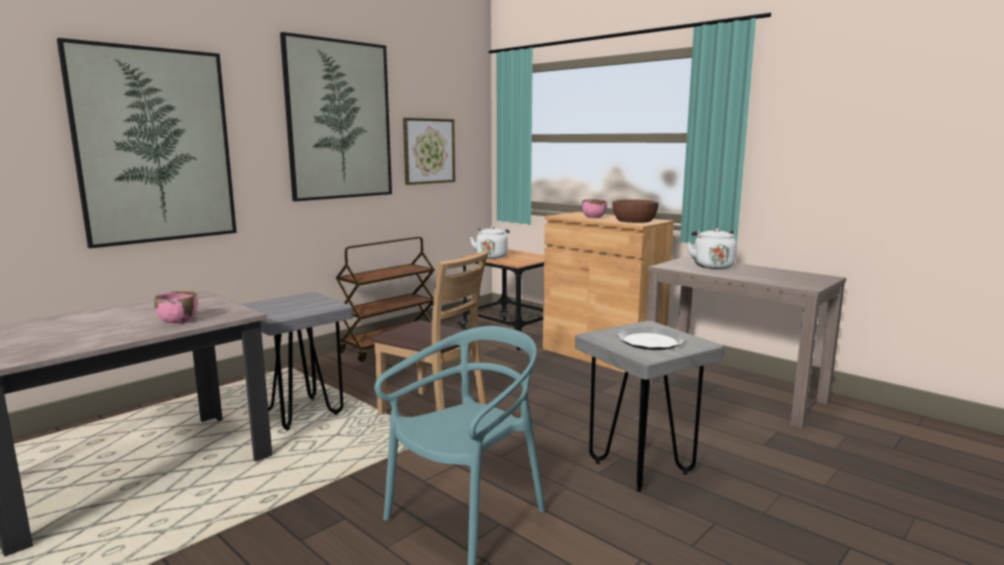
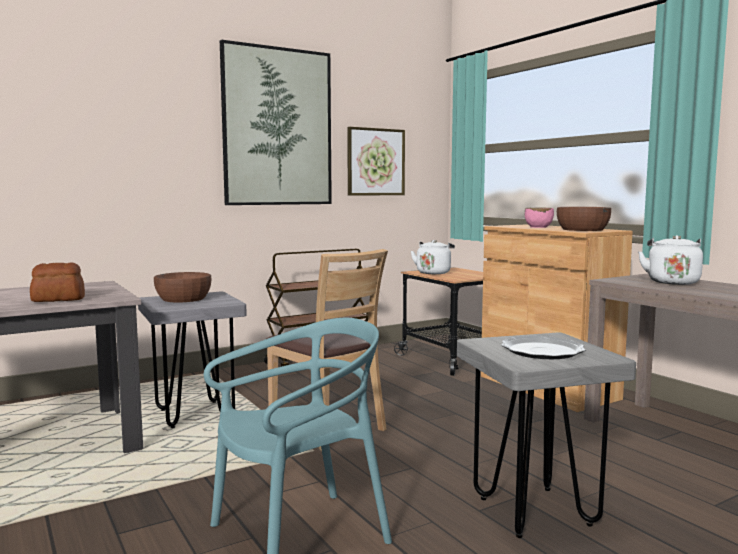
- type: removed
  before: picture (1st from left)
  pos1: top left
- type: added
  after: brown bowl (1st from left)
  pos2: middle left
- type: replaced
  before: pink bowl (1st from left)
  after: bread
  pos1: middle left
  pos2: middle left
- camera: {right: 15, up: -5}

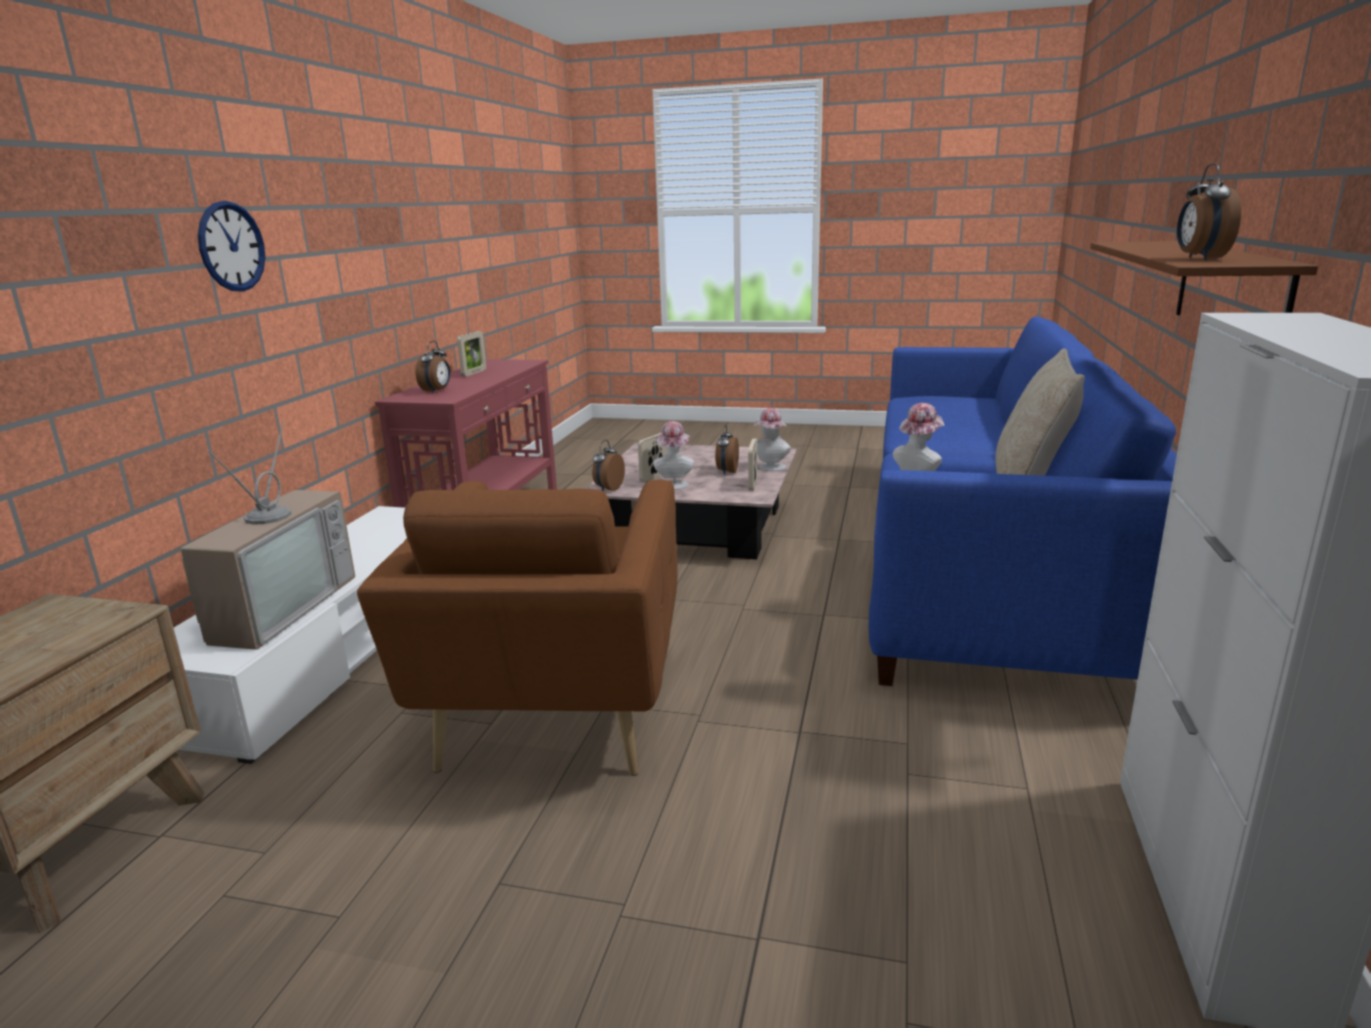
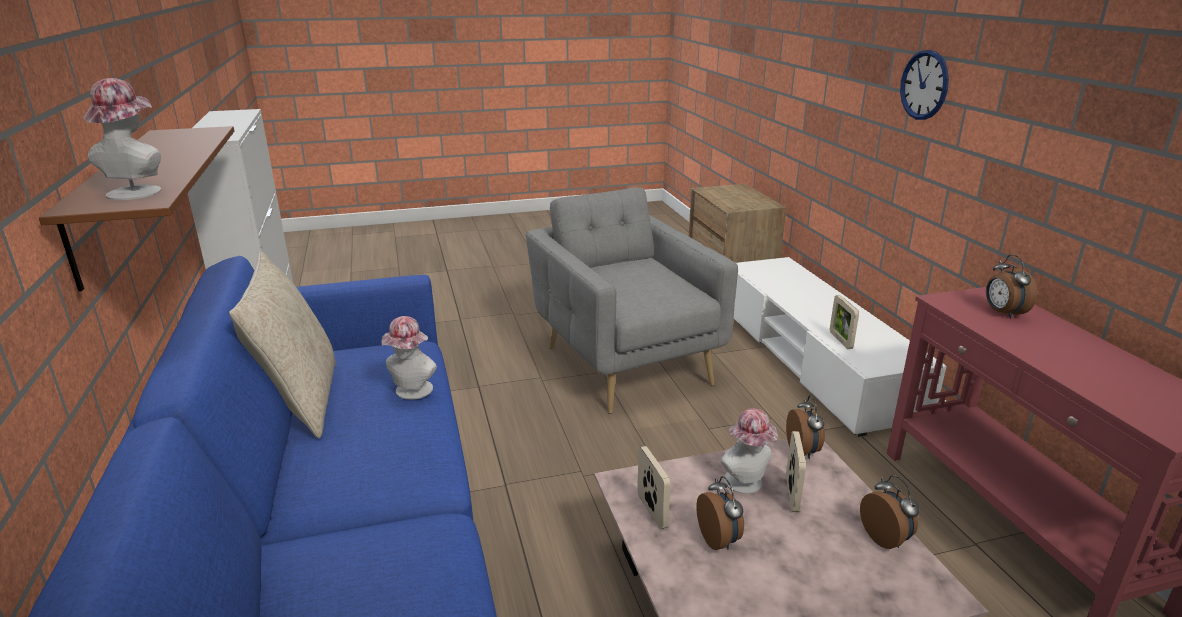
- type: removed
  before: television
  pos1: middle left
- type: moved
  before: picture frame (1st from left in the first image)
  after: picture frame (3rd from left)
  pos1: centre
  pos2: middle right
- type: moved
  before: hat (2nd from left in the first image)
  after: hat (1st from left)
  pos1: centre
  pos2: top left
- type: moved
  before: alarm clock (4th from left in the first image)
  after: alarm clock (3rd from left)
  pos1: top right
  pos2: bottom right
- type: recoloured
  before: brown armchair
  after: grey armchair
  pos1: centre
  pos2: centre
- camera: {right: 150, up: 5}

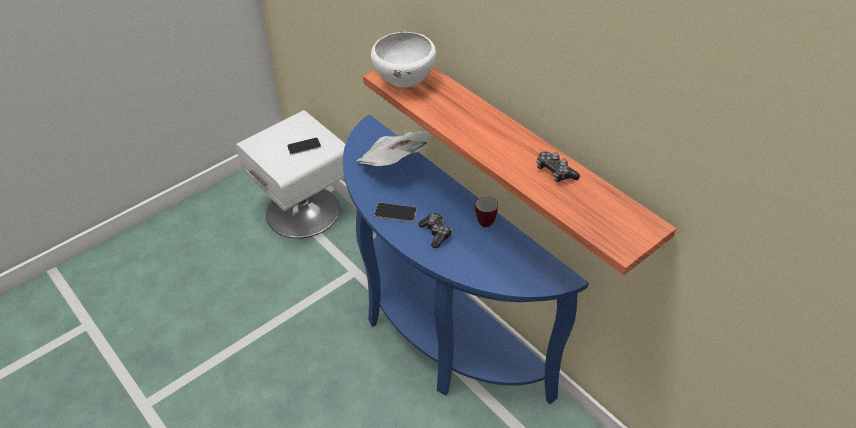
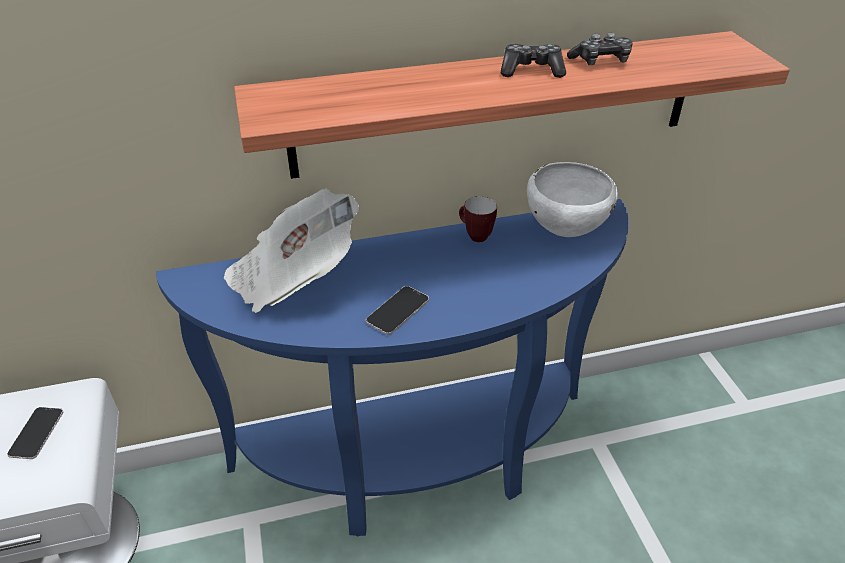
- type: moved
  before: white bowl
  pos1: top centre
  pos2: middle right
- type: moved
  before: game controller (1st from left)
  pos1: centre
  pos2: top centre
- camera: {right: -65, up: -5}

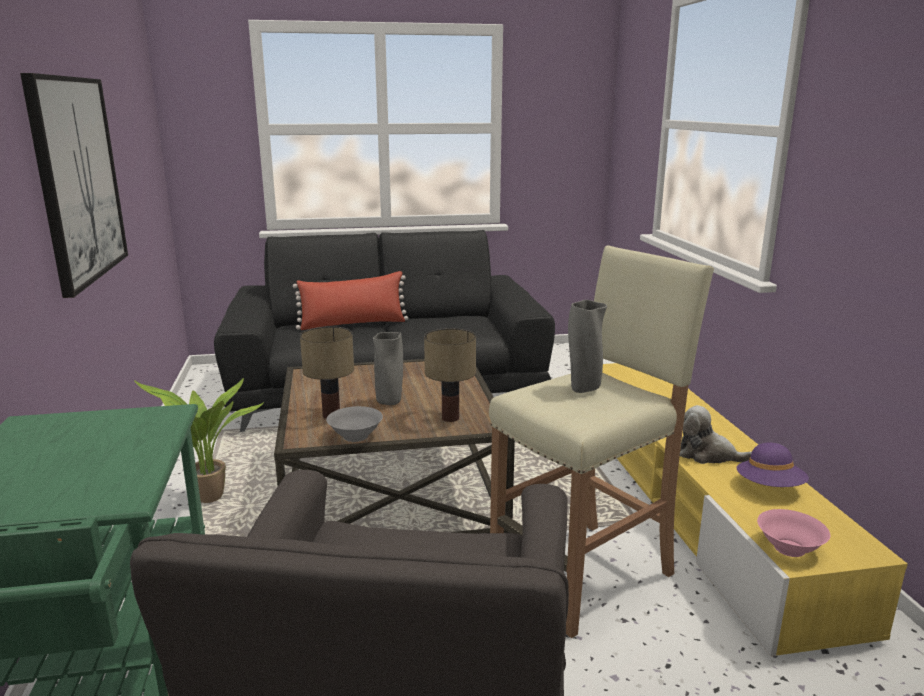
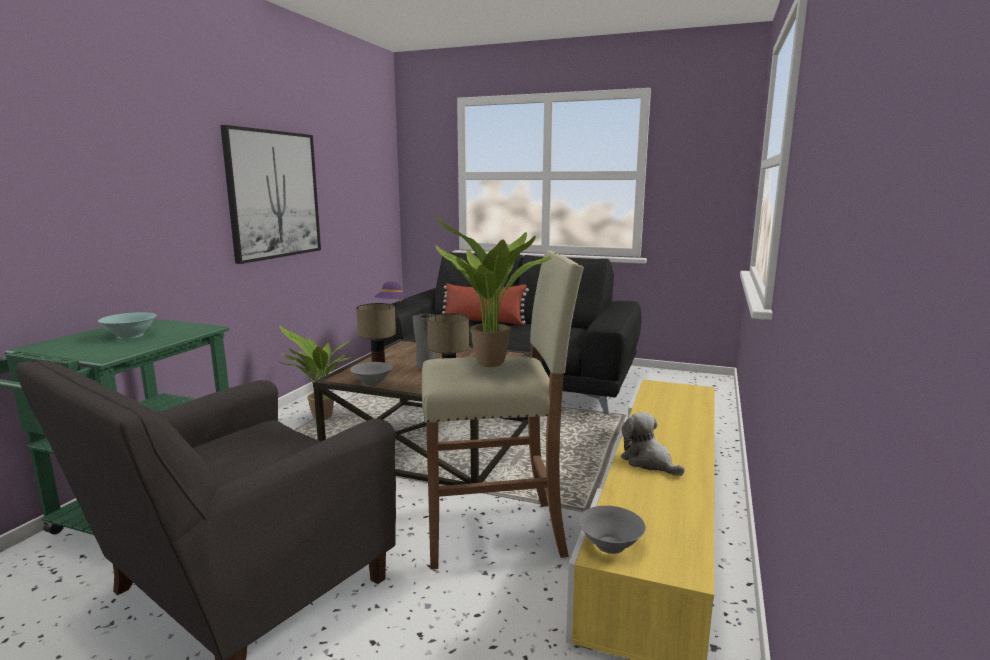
- type: added
  after: turquoise bowl
  pos2: middle left
- type: moved
  before: purple hat
  pos1: bottom right
  pos2: centre
- type: replaced
  before: grey vase (2nd from left)
  after: potted plant (2nd from left)
  pos1: centre
  pos2: centre
- type: recoloured
  before: pink bowl
  after: grey bowl (2nd from left)
  pos1: bottom right
  pos2: bottom centre
- camera: {right: 30, up: -5}

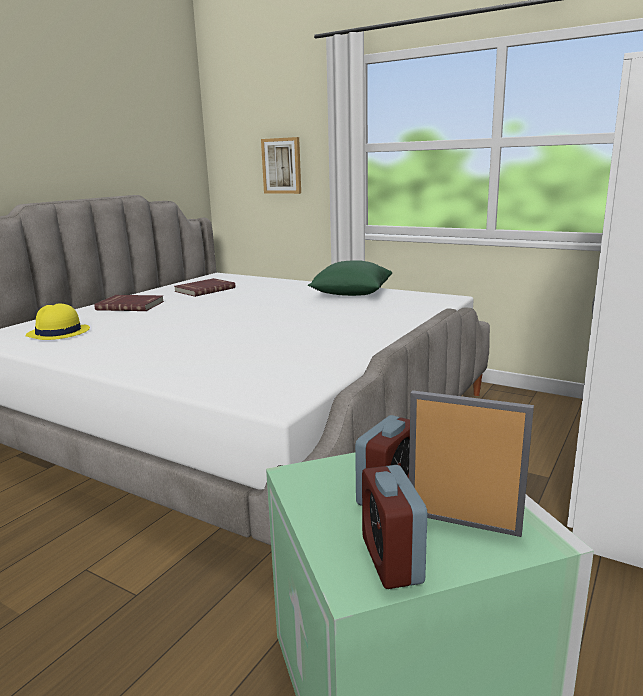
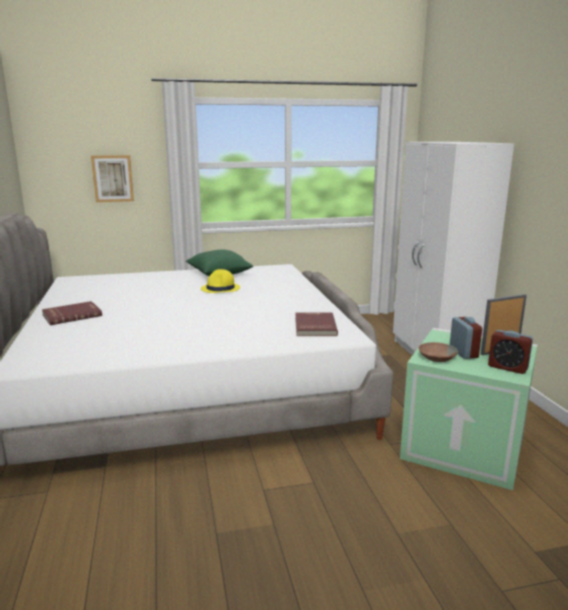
- type: added
  after: brown bowl
  pos2: middle right
- type: moved
  before: yellow hat
  pos1: middle left
  pos2: centre
- type: moved
  before: red book (2nd from left)
  pos1: middle left
  pos2: centre
- camera: {right: -45, up: 0}

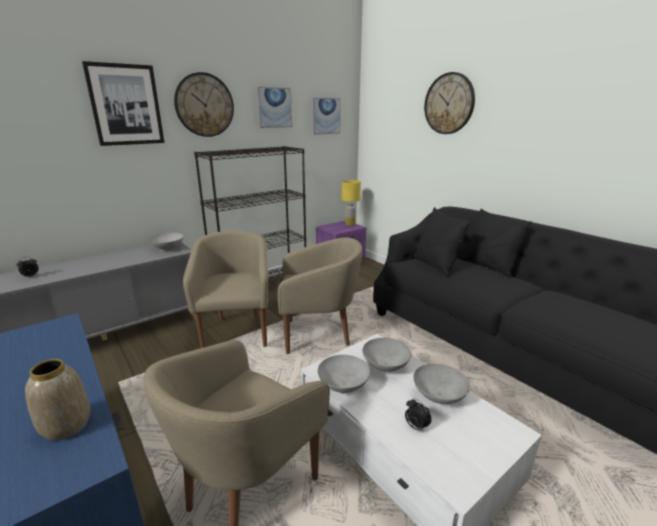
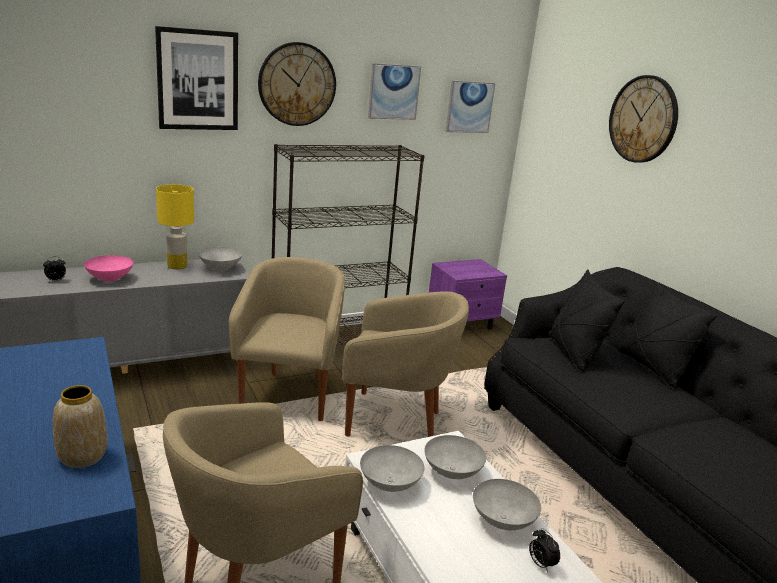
- type: added
  after: pink bowl
  pos2: middle left
- type: moved
  before: yellow table lamp
  pos1: centre
  pos2: middle left
- type: moved
  before: alarm clock (2nd from left)
  pos1: bottom centre
  pos2: bottom right
- camera: {right: 10, up: 0}

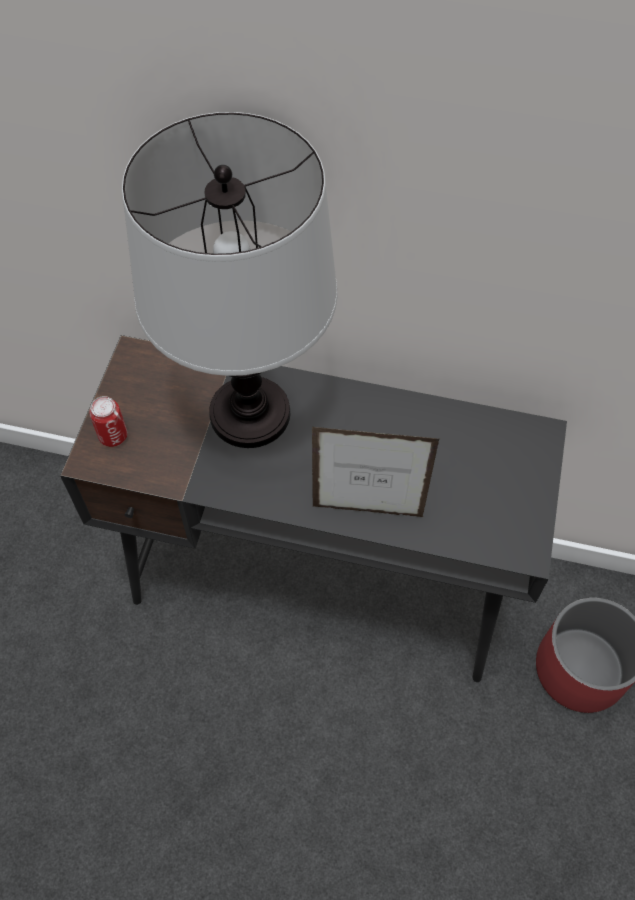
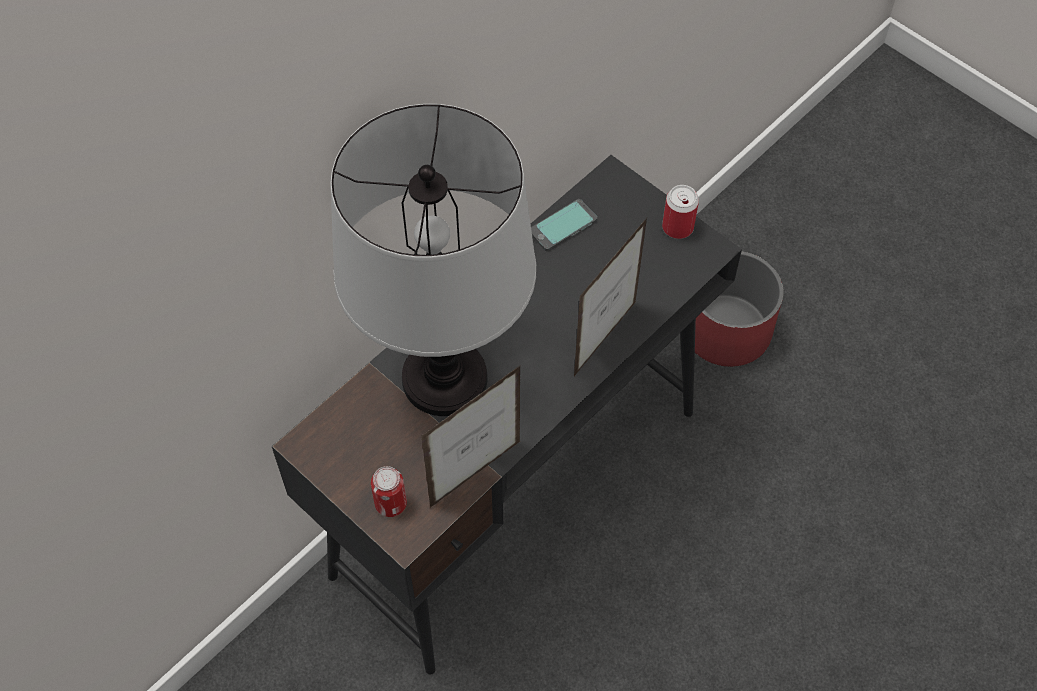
- type: added
  after: picture frame (1st from left)
  pos2: centre
- type: added
  after: phone
  pos2: top centre
- type: added
  after: can (2nd from left)
  pos2: top centre
- camera: {right: -60, up: 0}

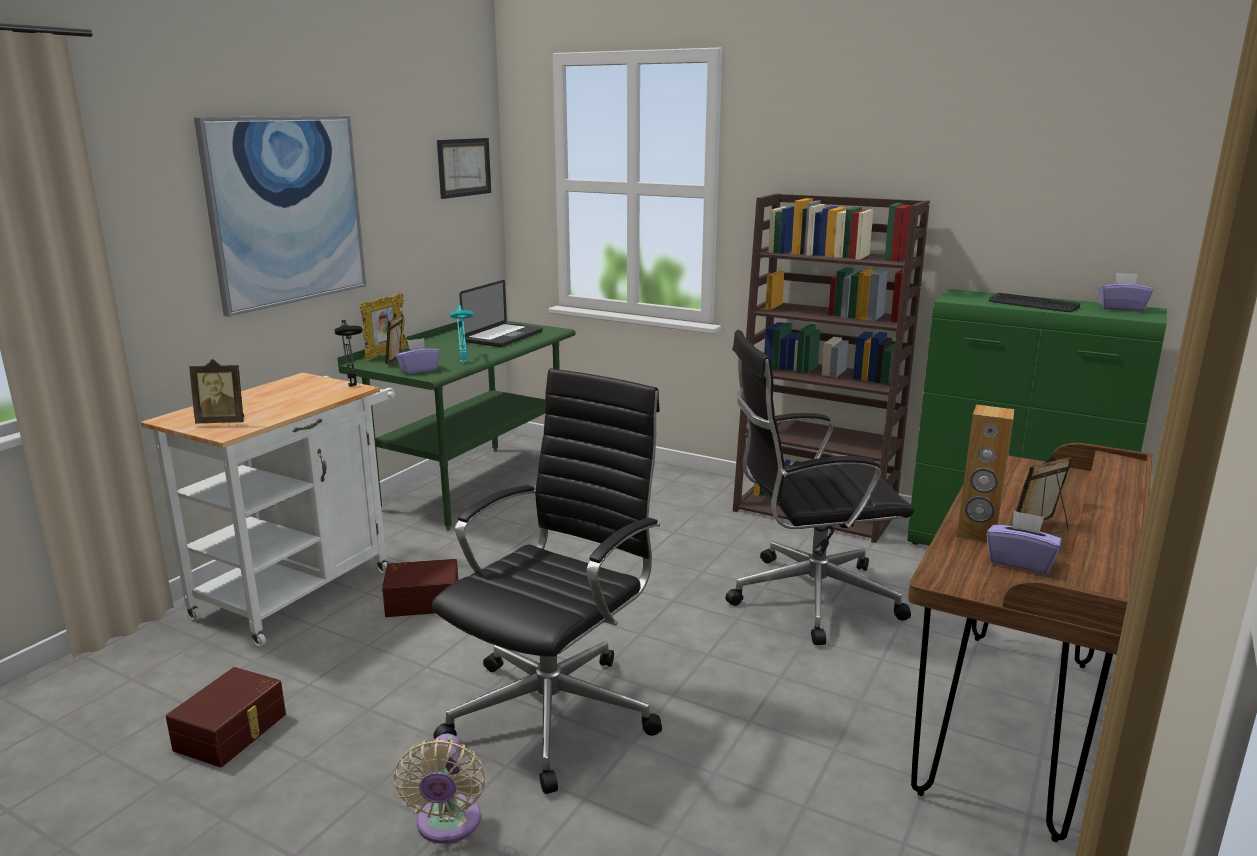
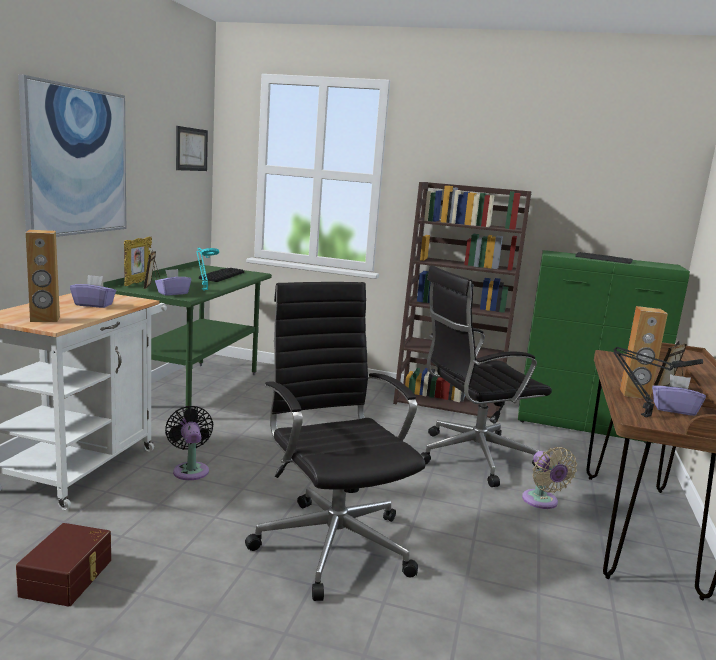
- type: moved
  before: black table lamp
  pos1: middle left
  pos2: middle right
- type: moved
  before: beige fan
  pos1: bottom centre
  pos2: bottom right
- type: moved
  before: purple tissue box (3rd from left in the first image)
  after: purple tissue box (1st from left)
  pos1: middle right
  pos2: middle left
- type: replaced
  before: picture frame (1st from left)
  after: brown speaker (1st from left)
  pos1: middle left
  pos2: middle left
- type: replaced
  before: brown storage box (2nd from left)
  after: black fan
  pos1: bottom centre
  pos2: bottom left
- type: replaced
  before: laptop
  after: keyboard (1st from left)
  pos1: centre
  pos2: middle left
- type: turned
  before: black office chair (1st from left)
  pos1: bottom centre
  pos2: bottom centre
  turn: -45
- camera: {right: -15, up: -5}

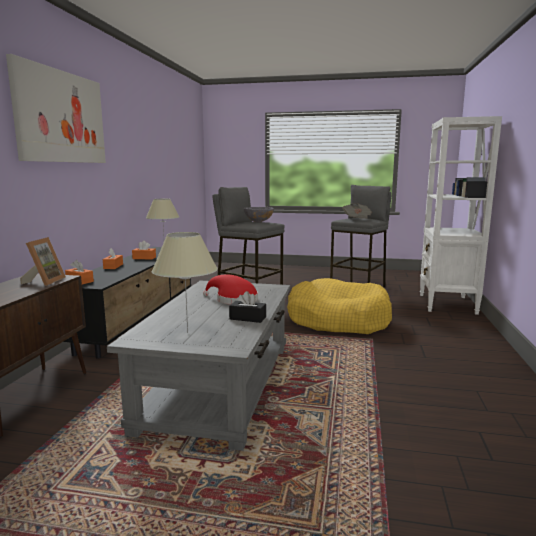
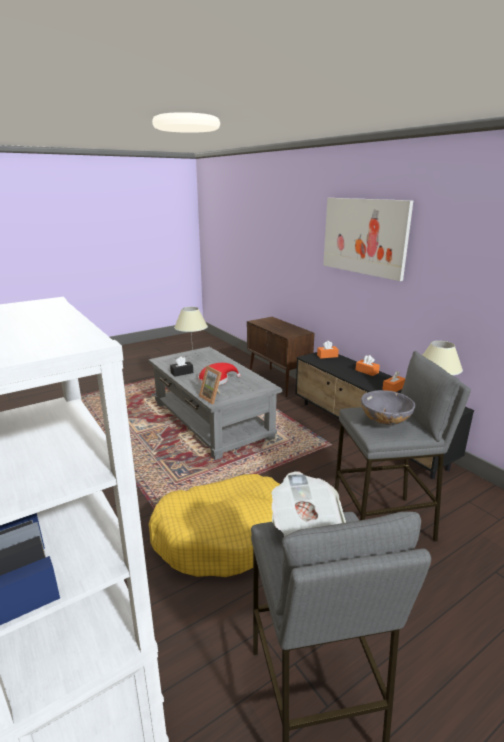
- type: moved
  before: picture frame
  pos1: middle left
  pos2: centre
- camera: {right: 135, up: 10}

